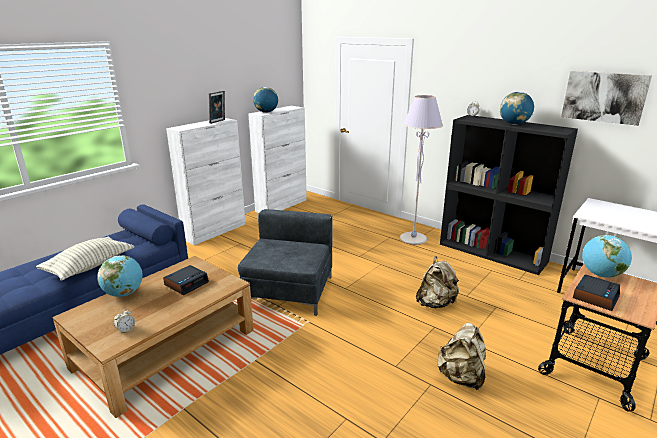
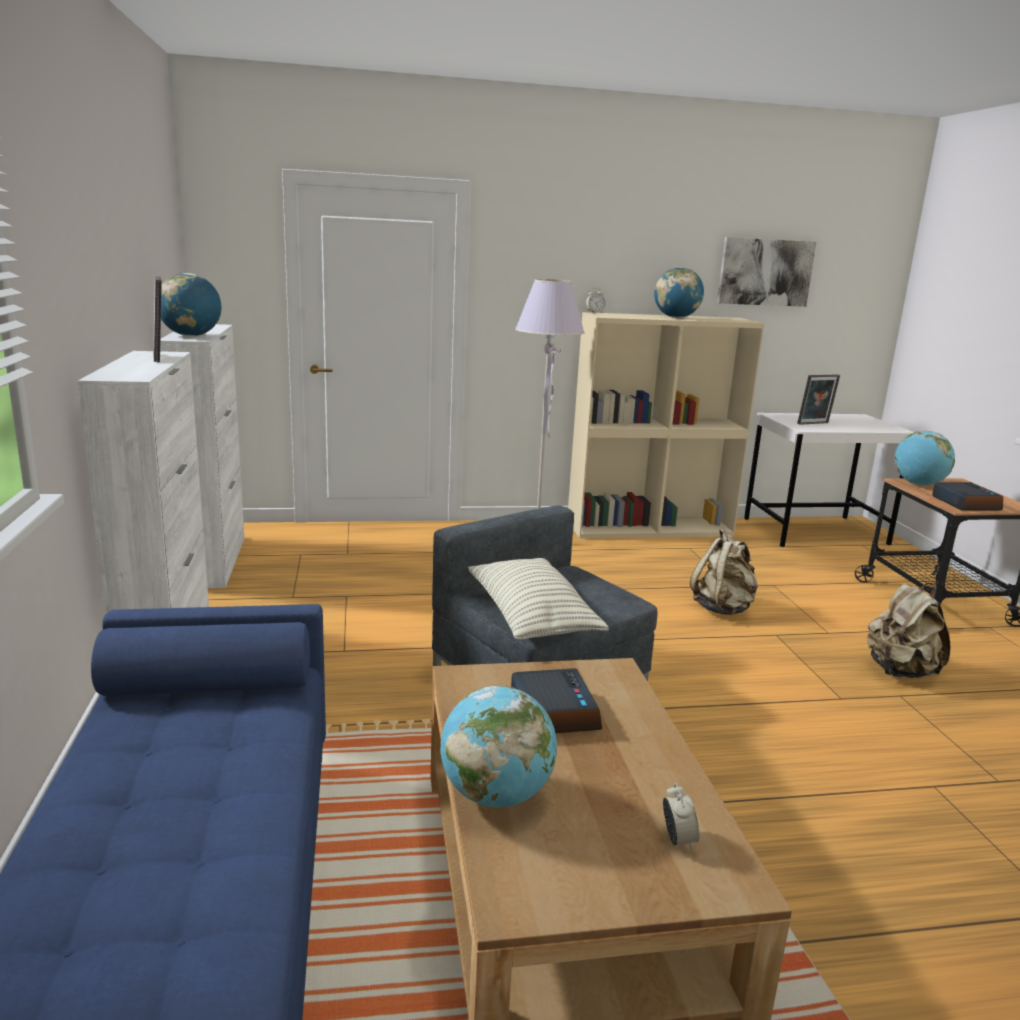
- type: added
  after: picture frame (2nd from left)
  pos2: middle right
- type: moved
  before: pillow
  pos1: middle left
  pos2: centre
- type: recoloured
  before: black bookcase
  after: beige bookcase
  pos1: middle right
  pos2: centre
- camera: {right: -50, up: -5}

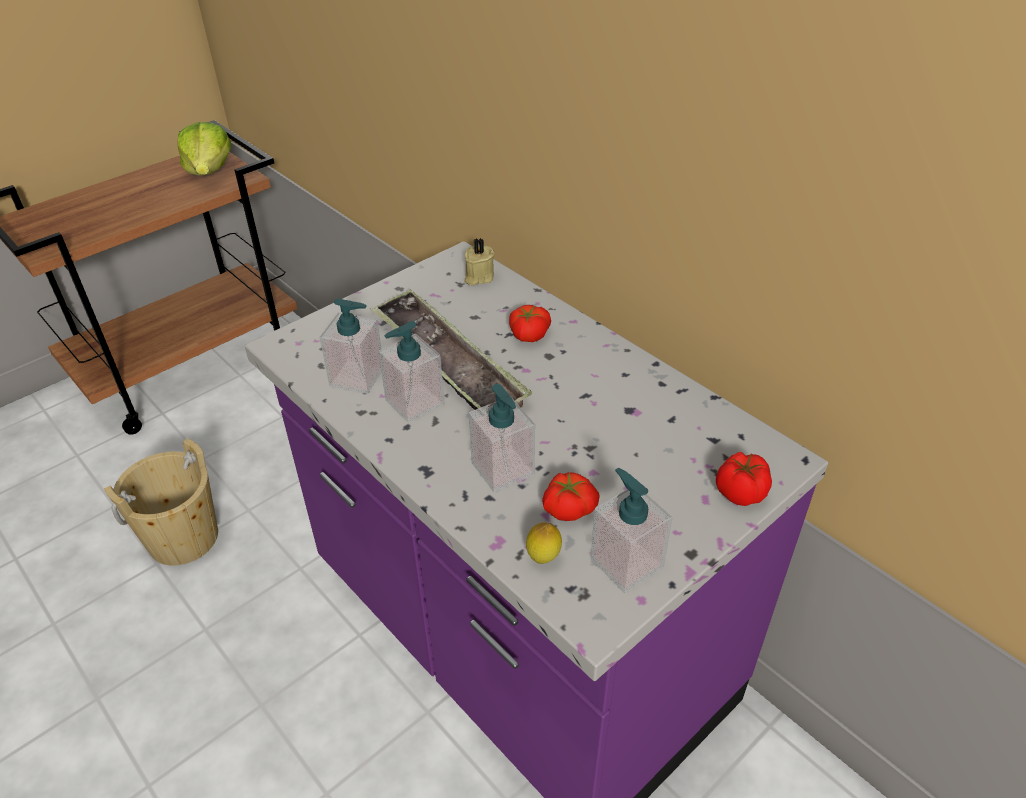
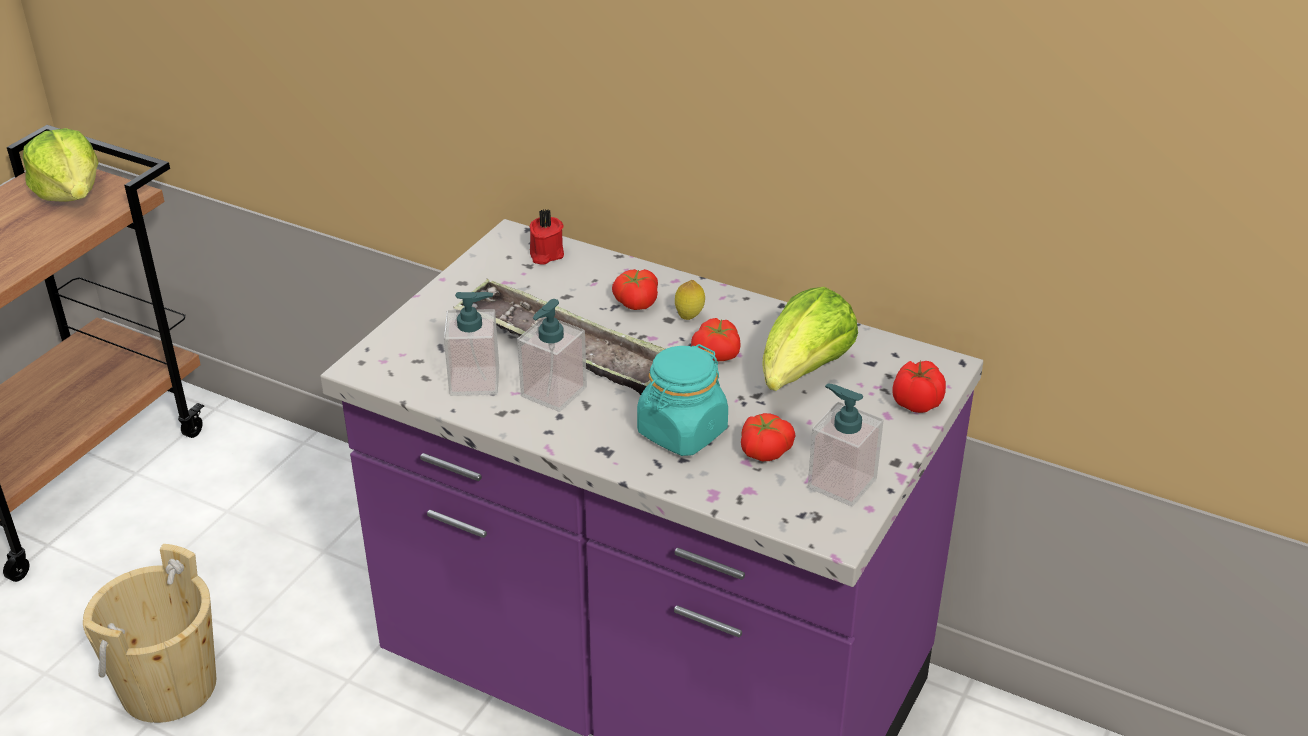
- type: added
  after: tomato (2nd from left)
  pos2: centre
- type: added
  after: lettuce (2nd from left)
  pos2: centre
- type: moved
  before: lemon
  pos1: bottom centre
  pos2: centre
- type: replaced
  before: soap dispenser (3rd from left)
  after: turquoise jar
  pos1: centre
  pos2: centre
- type: recoloured
  before: beige candle
  after: red candle
  pos1: top centre
  pos2: top centre
- camera: {right: -20, up: -5}

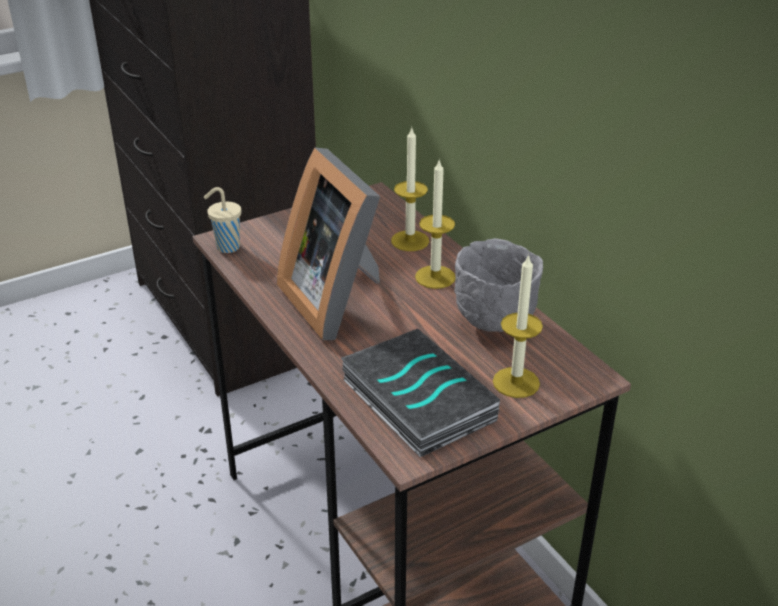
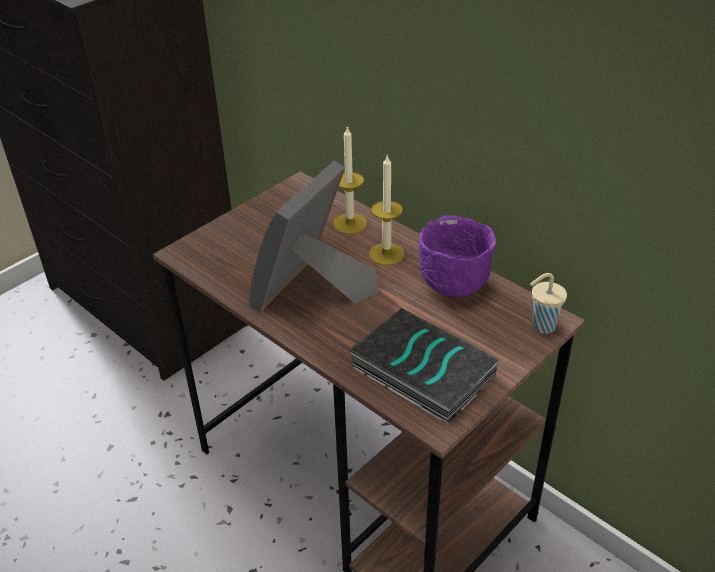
- type: removed
  before: candle (3rd from left)
  pos1: centre
- type: moved
  before: beige cup
  pos1: middle left
  pos2: middle right
- type: recoloured
  before: grey bowl
  after: purple bowl
  pos1: centre
  pos2: centre
- type: turned
  before: picture frame
  pos1: centre
  pos2: centre
  turn: 75
- camera: {right: -15, up: 5}

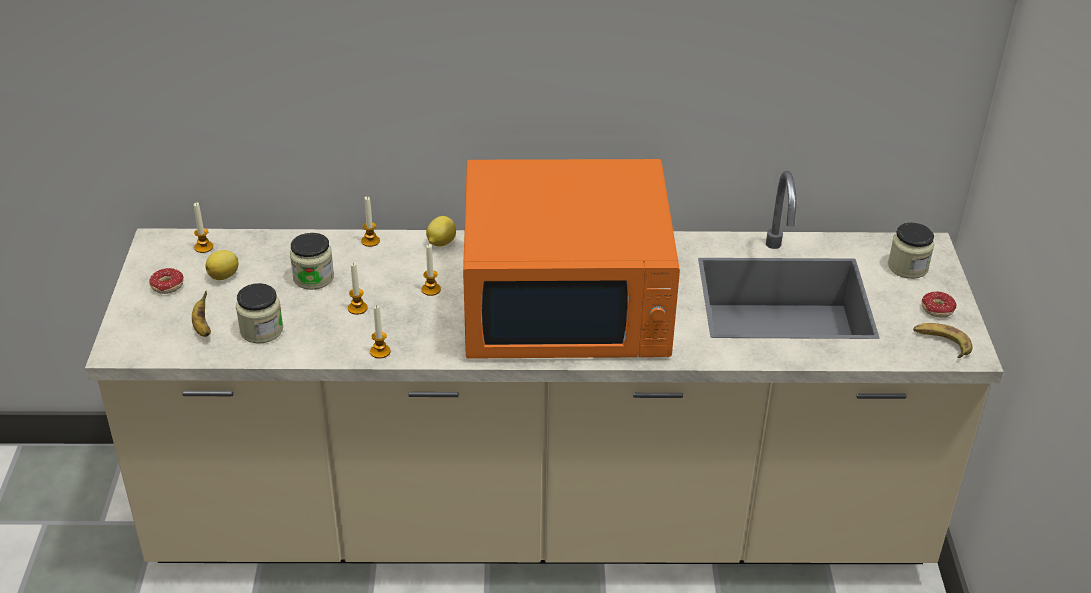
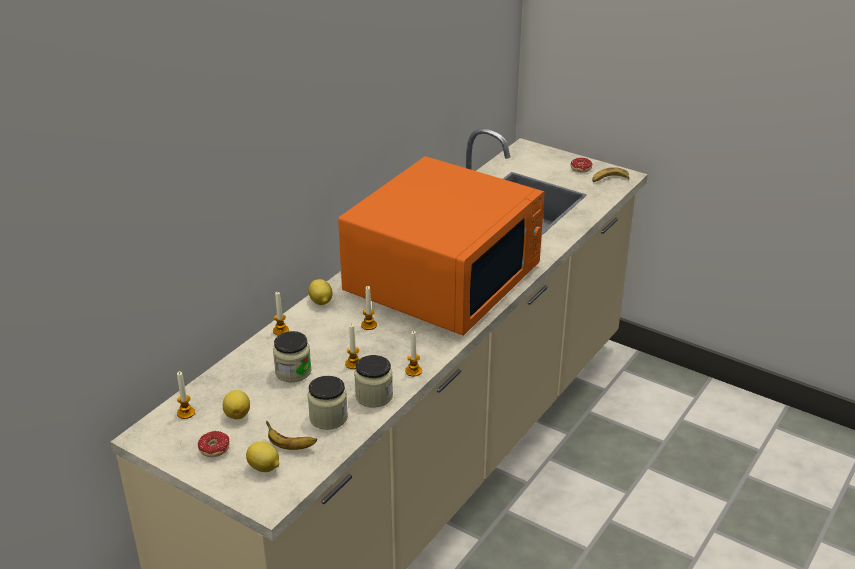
- type: added
  after: lemon (2nd from left)
  pos2: bottom left
- type: moved
  before: jar (3rd from left)
  pos1: middle right
  pos2: bottom centre
- camera: {right: -55, up: -5}

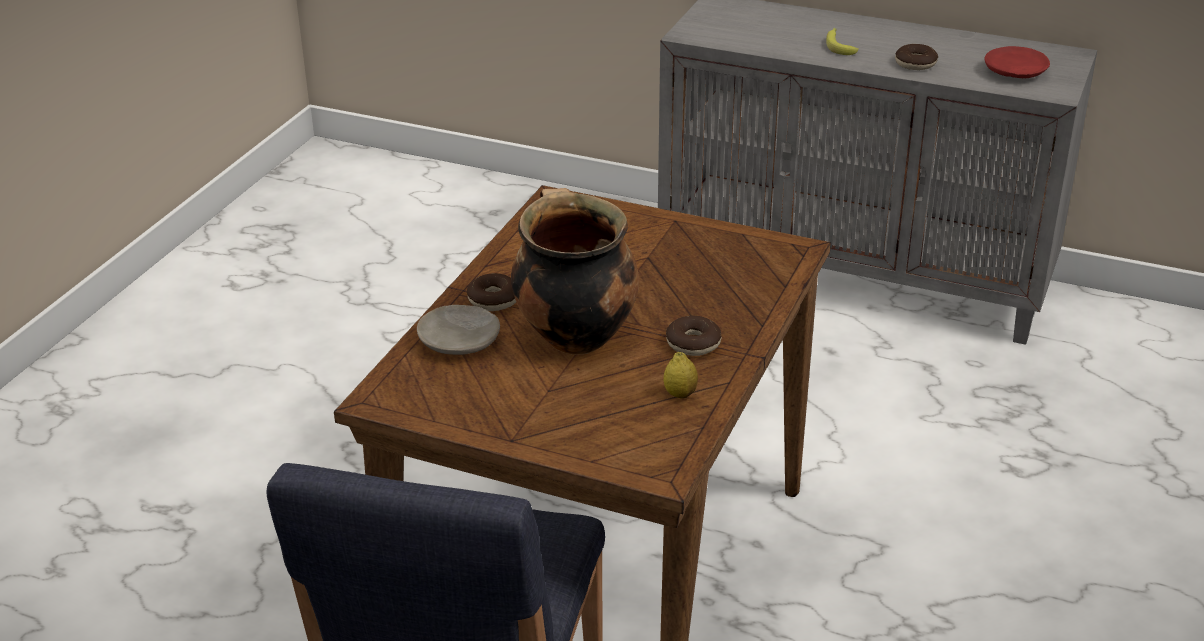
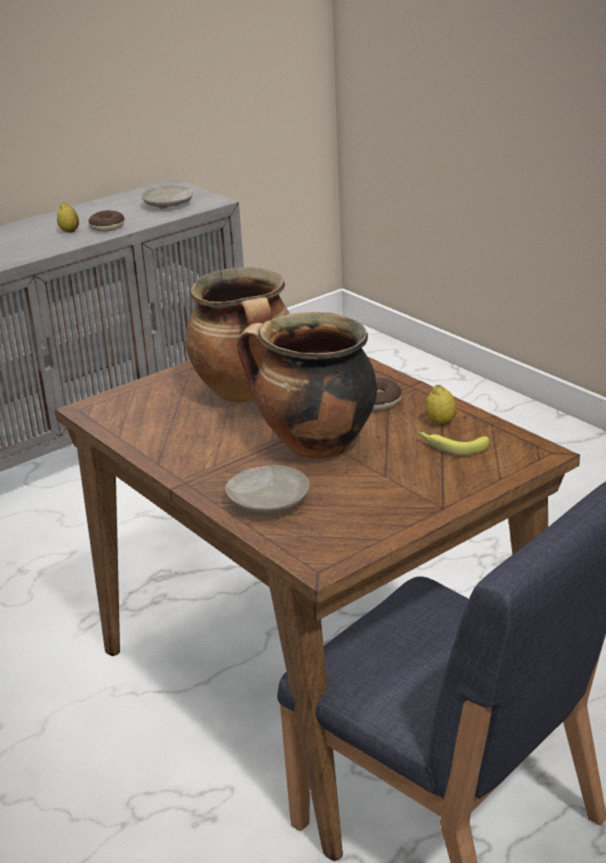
- type: removed
  before: donut (1st from left)
  pos1: centre
- type: added
  after: lemon (1st from left)
  pos2: top left
- type: added
  after: cooking pot (1st from left)
  pos2: centre
- type: moved
  before: banana
  pos1: top right
  pos2: middle right
- type: recoloured
  before: red plate
  after: beige plate (1st from left)
  pos1: top right
  pos2: top left
- camera: {right: -60, up: -5}

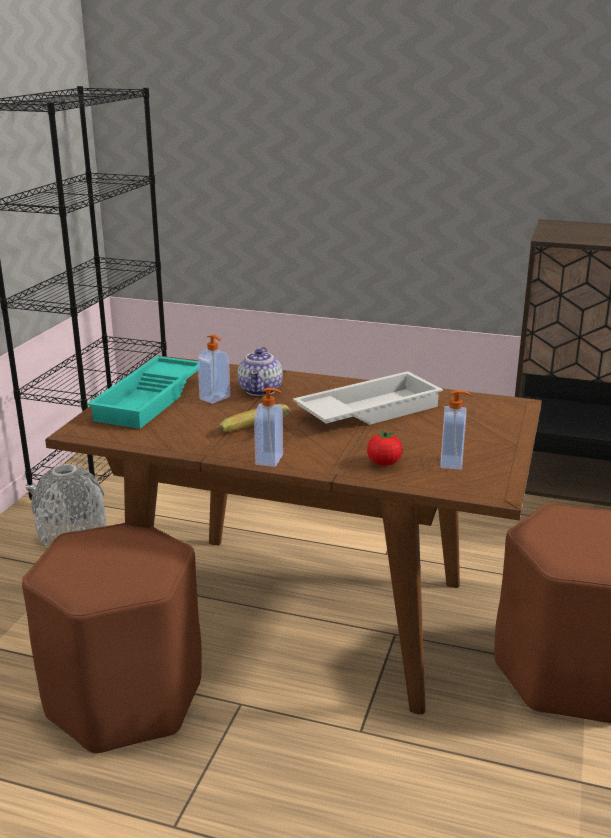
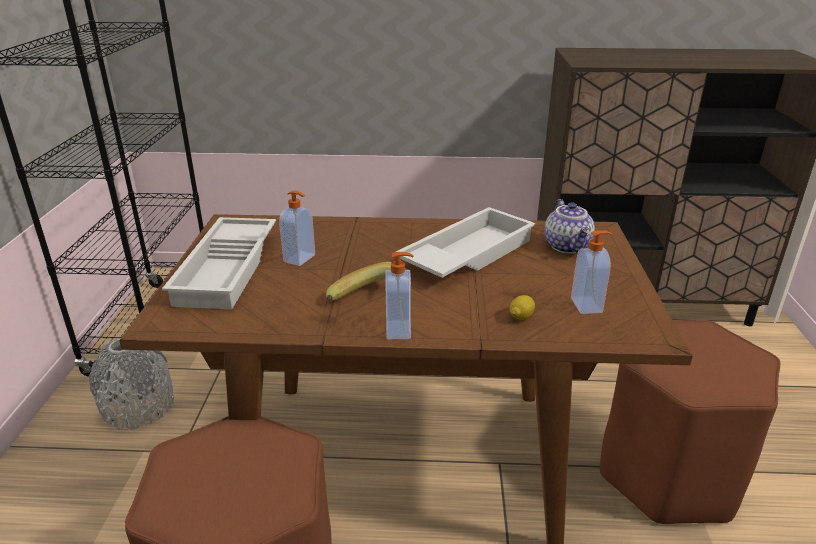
- type: moved
  before: teapot
  pos1: centre
  pos2: middle right
- type: replaced
  before: tomato
  after: lemon
  pos1: centre
  pos2: centre
- type: recoloured
  before: turquoise tray
  after: white tray (1st from left)
  pos1: middle left
  pos2: middle left
- camera: {right: -15, up: 5}

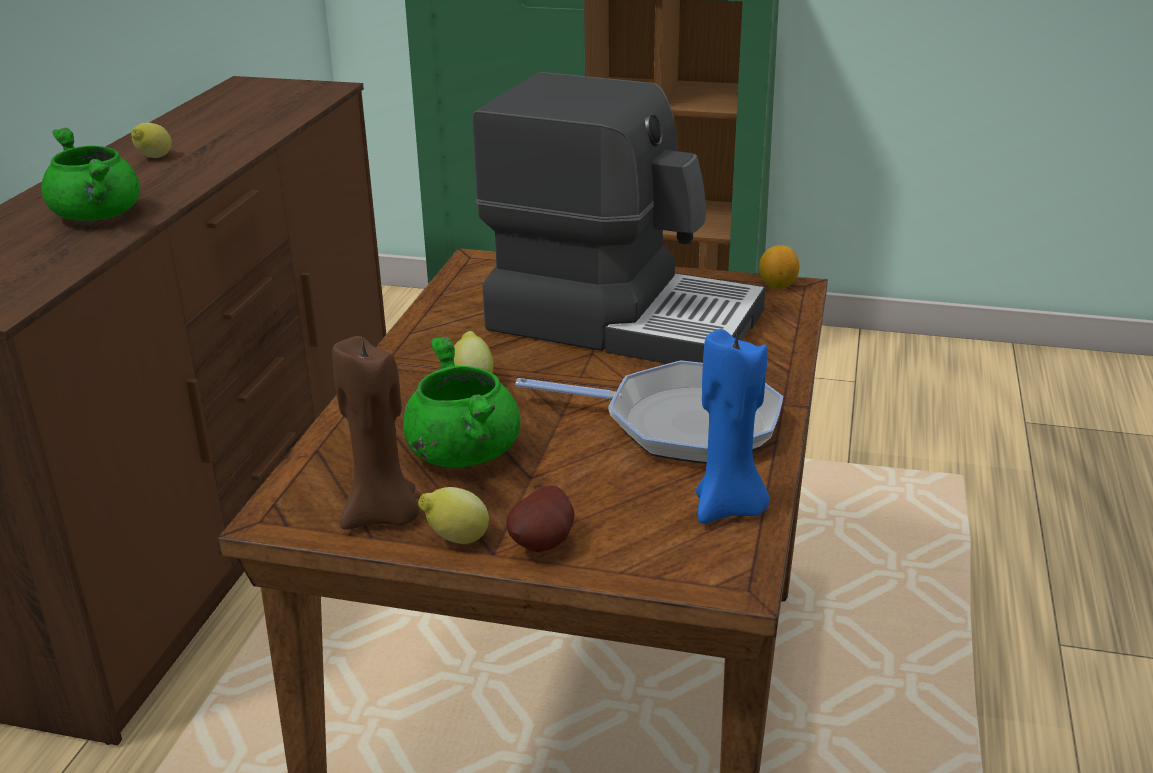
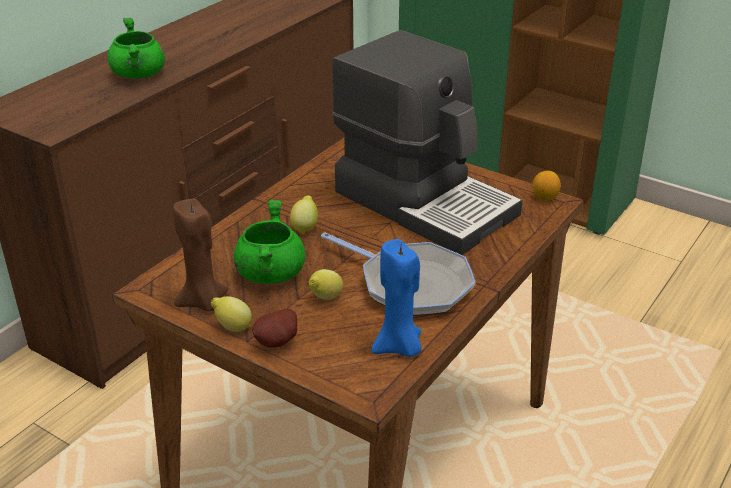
- type: moved
  before: lemon (1st from left in the first image)
  after: lemon (3rd from left)
  pos1: top left
  pos2: centre
- camera: {right: 20, up: 5}

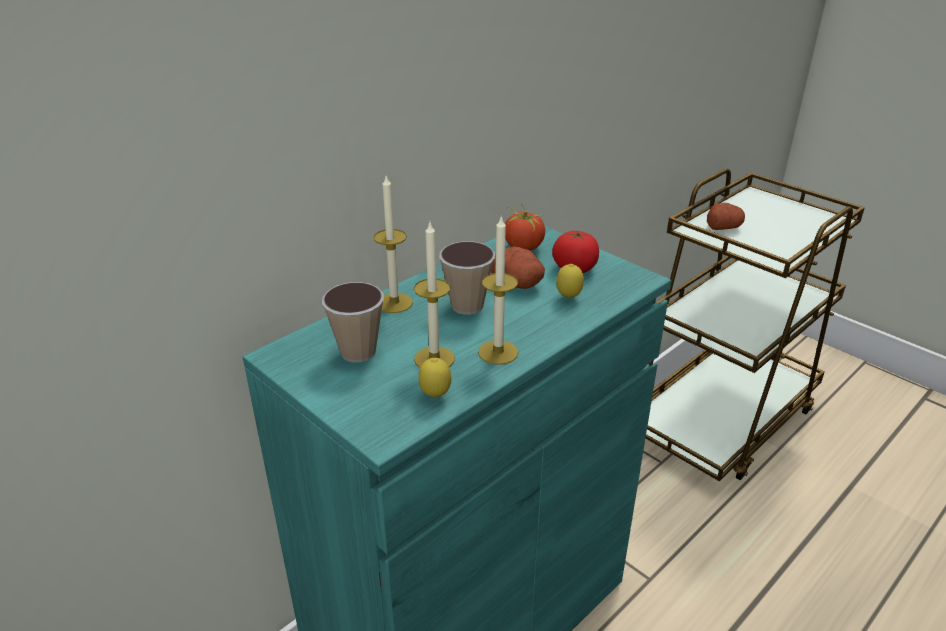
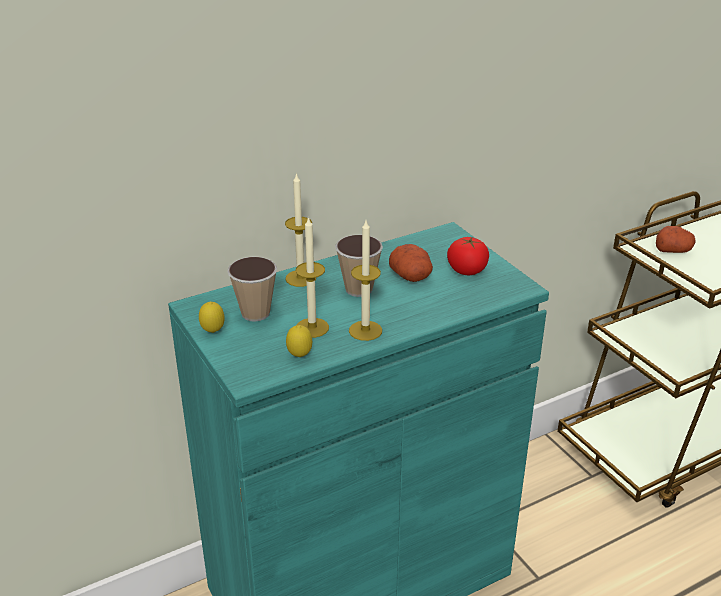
- type: removed
  before: tomato (1st from left)
  pos1: centre
- type: moved
  before: lemon (2nd from left in the first image)
  after: lemon (1st from left)
  pos1: centre
  pos2: middle left
- camera: {right: 15, up: 0}

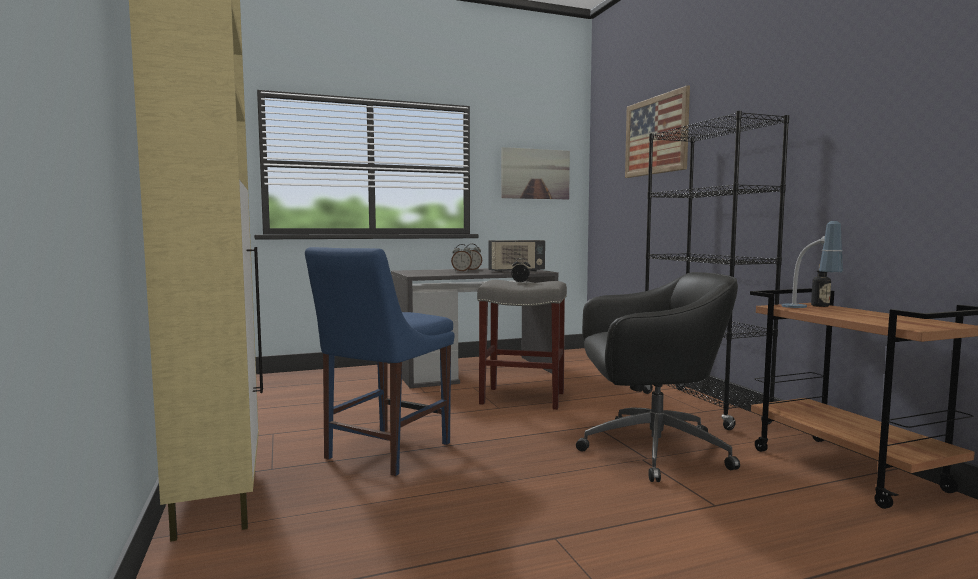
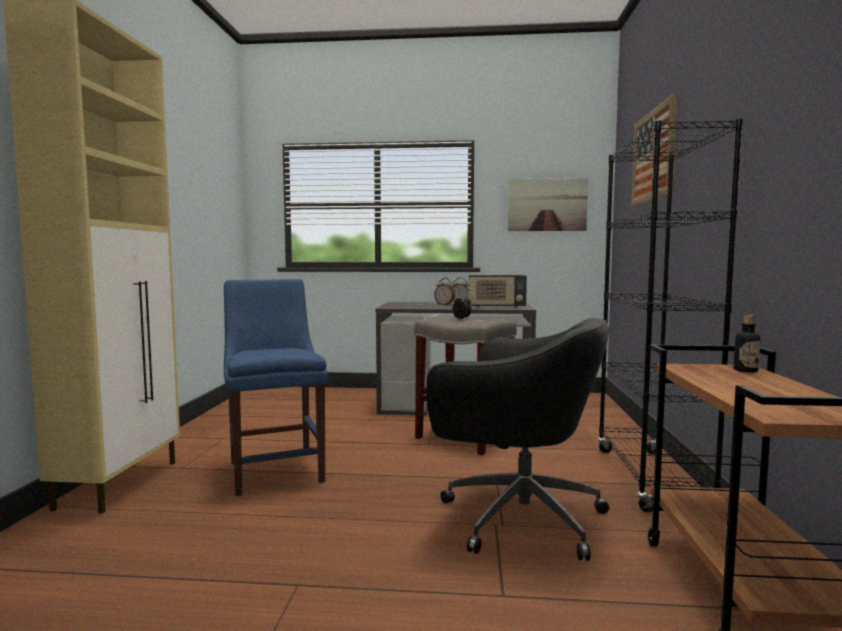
- type: removed
  before: table lamp
  pos1: middle right
- type: turned
  before: blue chair
  pos1: centre
  pos2: middle left
  turn: 105
- camera: {right: 25, up: 0}

